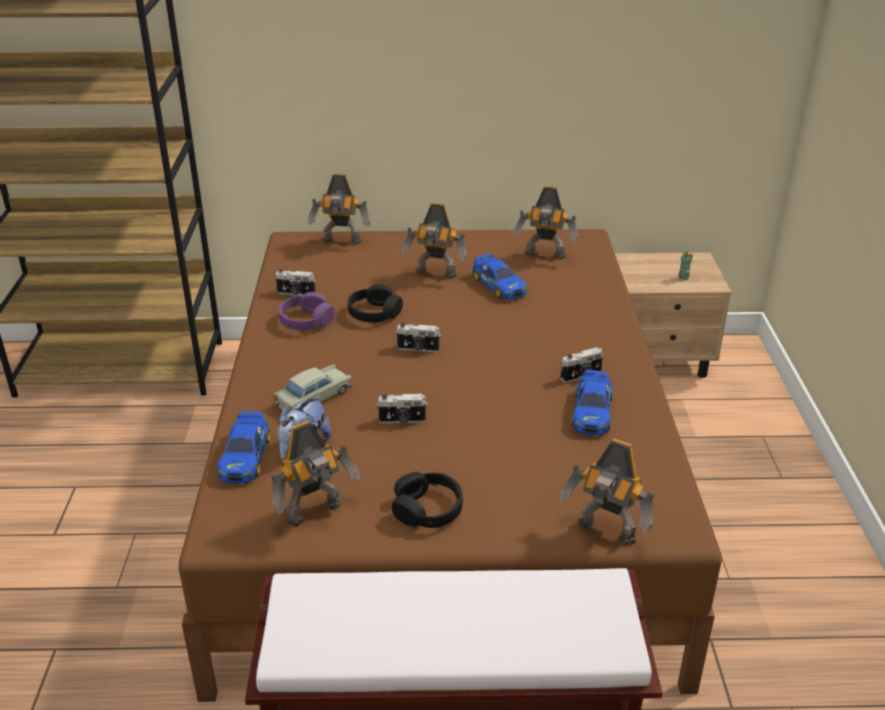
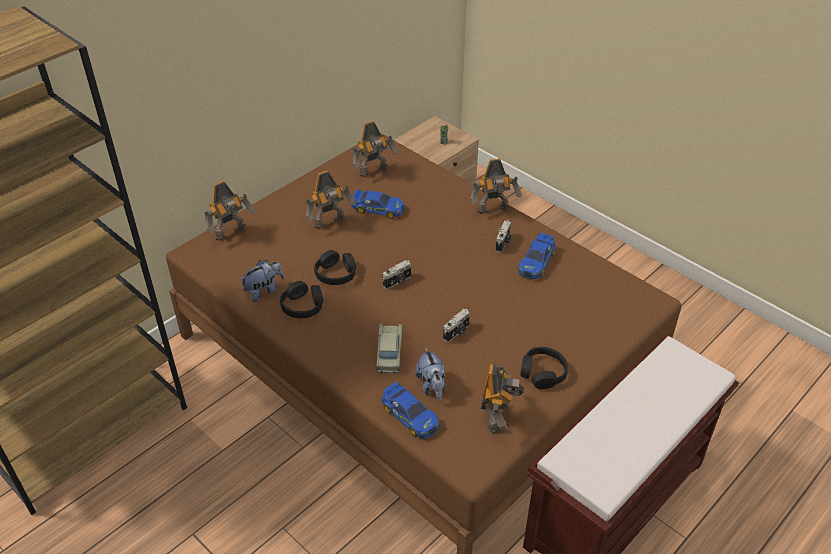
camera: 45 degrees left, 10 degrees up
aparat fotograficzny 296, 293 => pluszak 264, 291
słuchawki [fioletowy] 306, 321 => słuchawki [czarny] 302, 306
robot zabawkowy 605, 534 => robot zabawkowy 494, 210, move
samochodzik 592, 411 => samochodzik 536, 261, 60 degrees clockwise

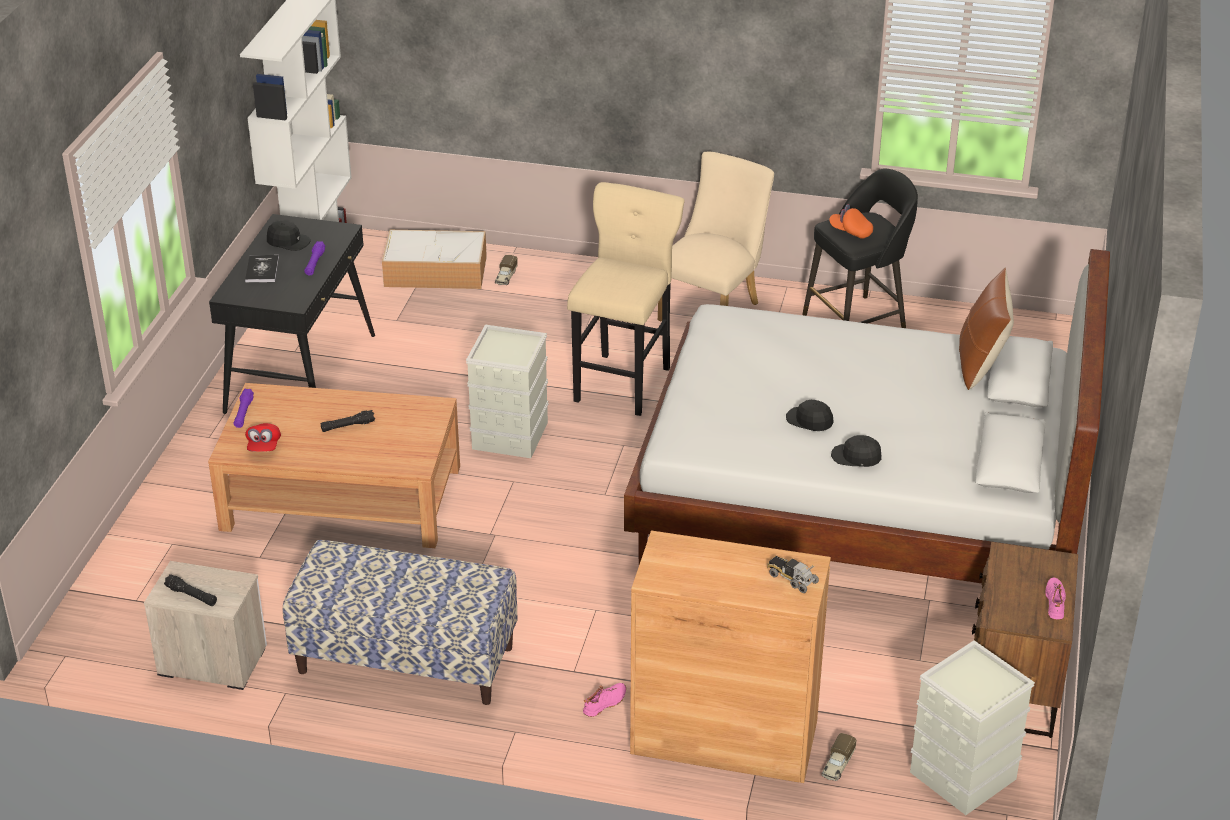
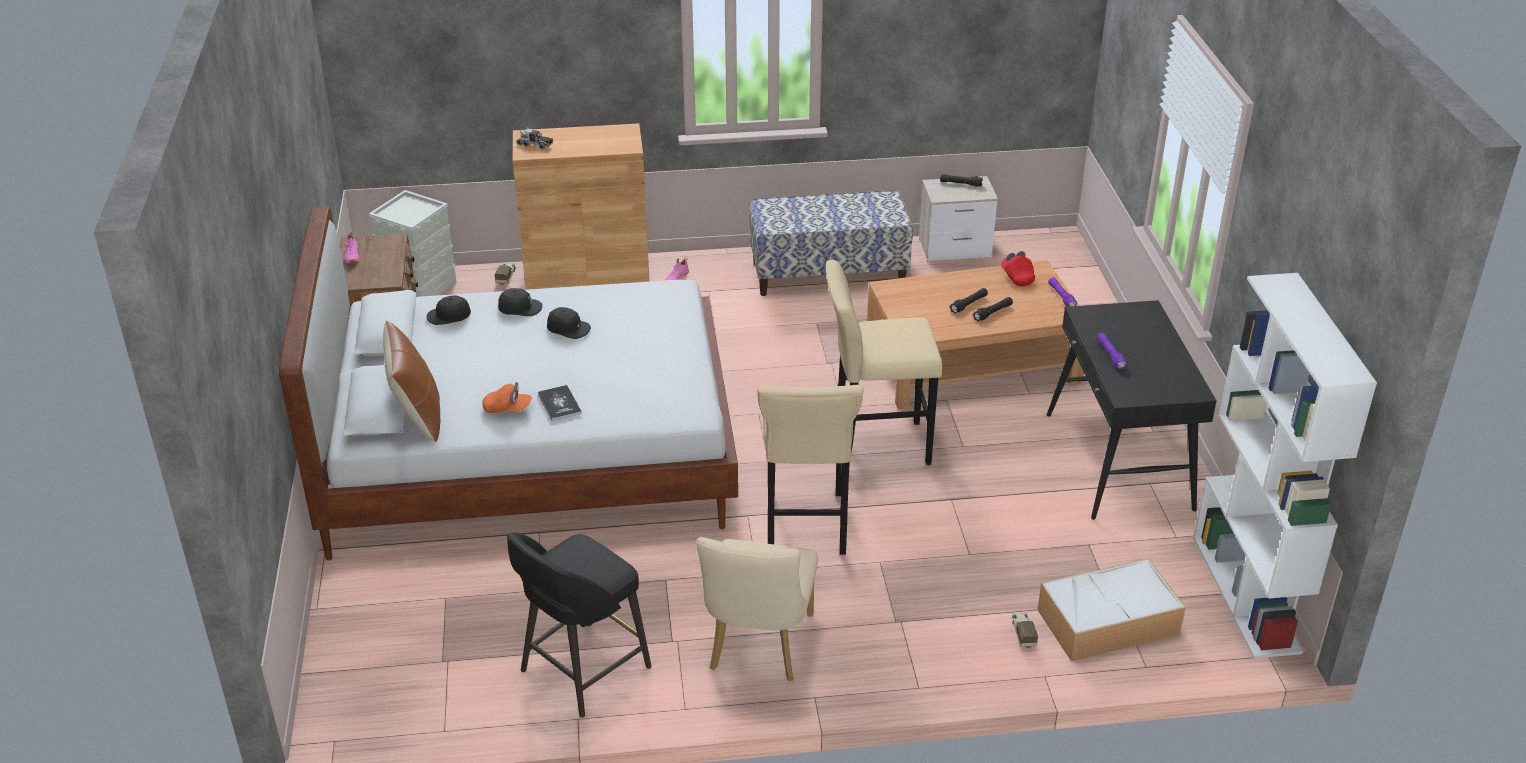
camera: 160 degrees right, 0 degrees up
czapka z daszkiem [czarny] 288, 241 => czapka z daszkiem [czarny] 449, 316, move
czapka z daszkiem [pomarańczowy] 850, 231 => czapka z daszkiem [pomarańczowy] 507, 409, move
książka 262, 270 => książka 559, 404, move
pojemnik do przechowywania [szary] 510, 436 => stołek [beżowy] 875, 446
nothing => latarka [czarny] 992, 313

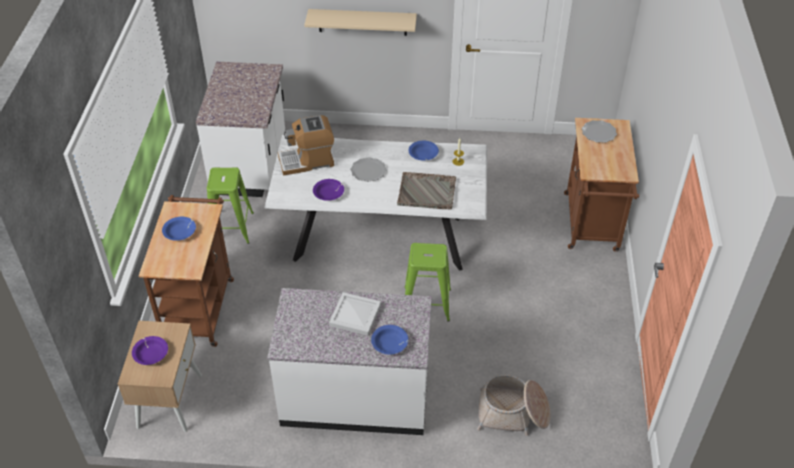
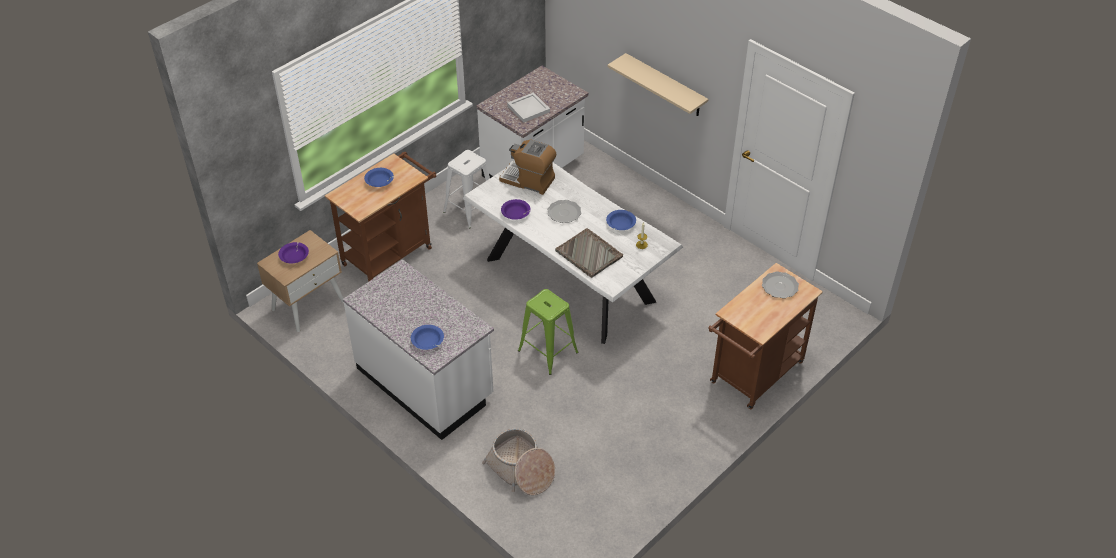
camera: 40 degrees right, 0 degrees up
stołek [zielony] 231, 228 => stołek [biały] 469, 210
taca [biały] 355, 314 => taca [biały] 528, 108, move

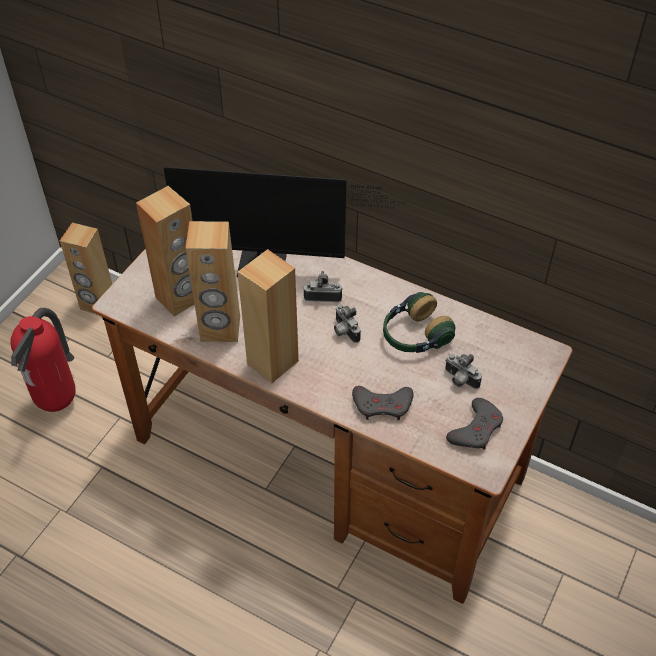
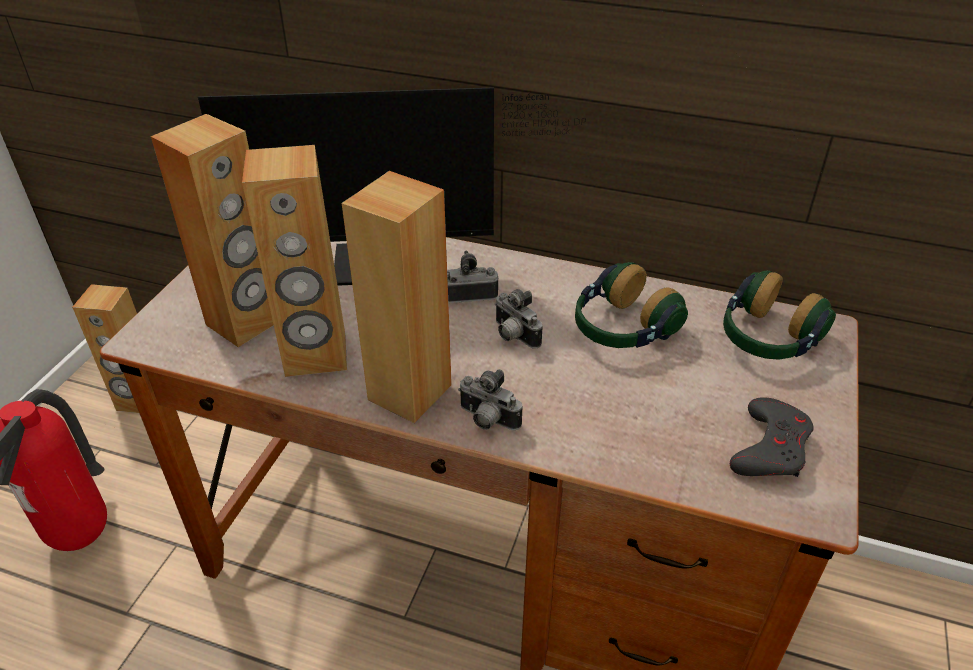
camera: 10 degrees left, 10 degrees down
aparat fotograficzny 459, 380 => aparat fotograficzny 487, 420, move
nothing => słuchawki 767, 339
pad do gier [szary] 382, 405 => nothing

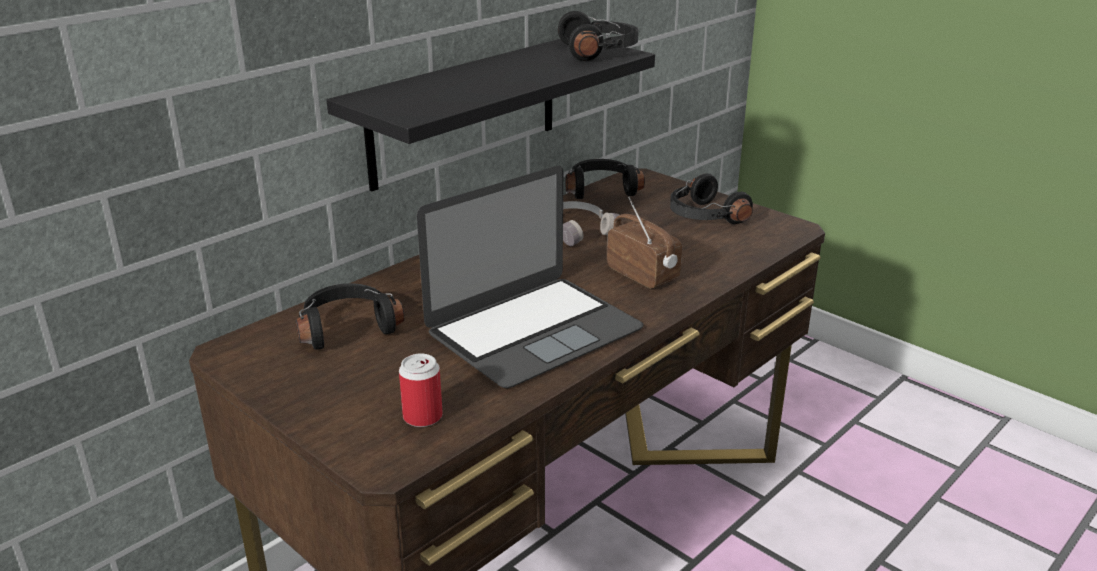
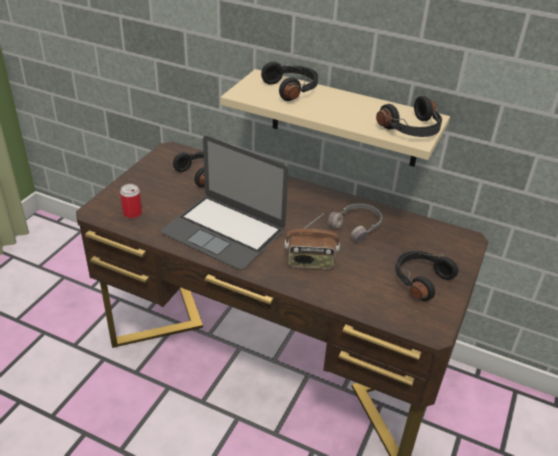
camera: 70 degrees right, 10 degrees up
półka [czarny] 465, 111 => półka [beżowy] 344, 119
słuchawki [czarny] 601, 189 => słuchawki [czarny] 292, 89, move
radio 643, 275 => radio 310, 262, 60 degrees clockwise

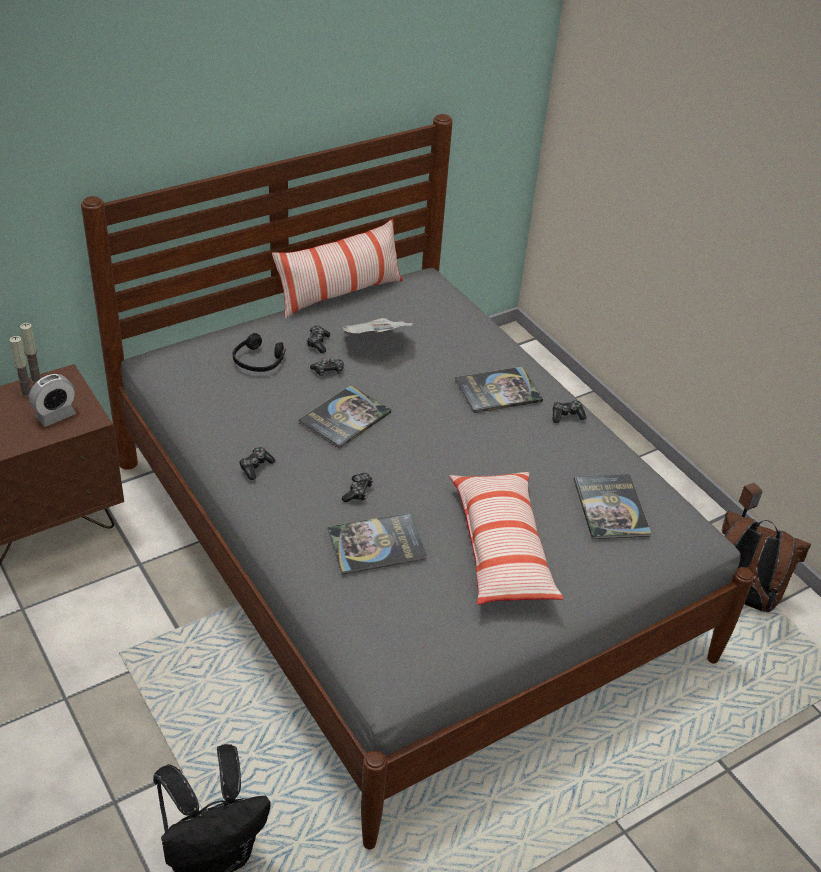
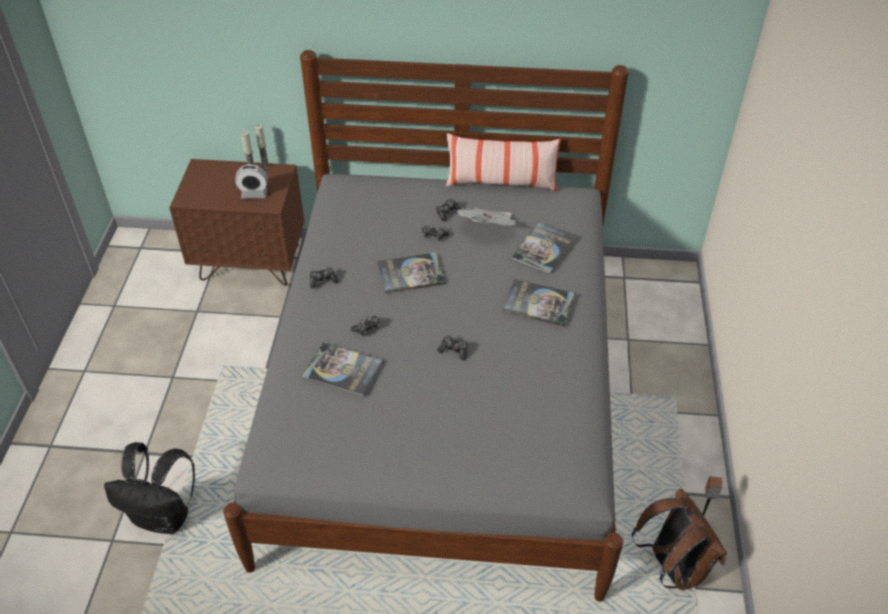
camera: 40 degrees right, 5 degrees up
pad do gier 566, 415 => pad do gier 454, 350, move
książka 611, 507 => książka 543, 248, move
słuchawki [czarny] 258, 361 => nothing
poduszka 501, 548 => nothing

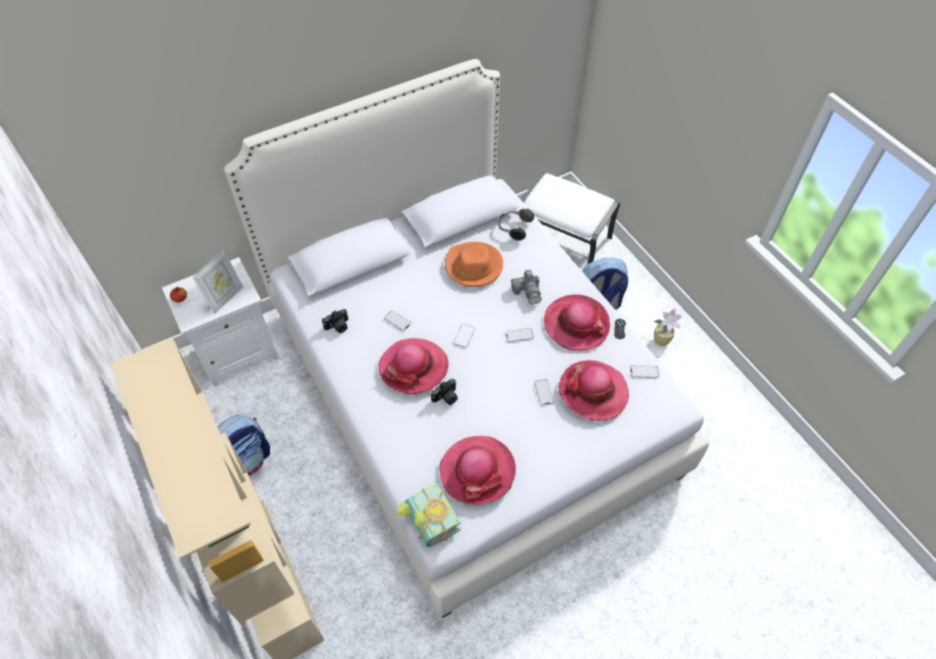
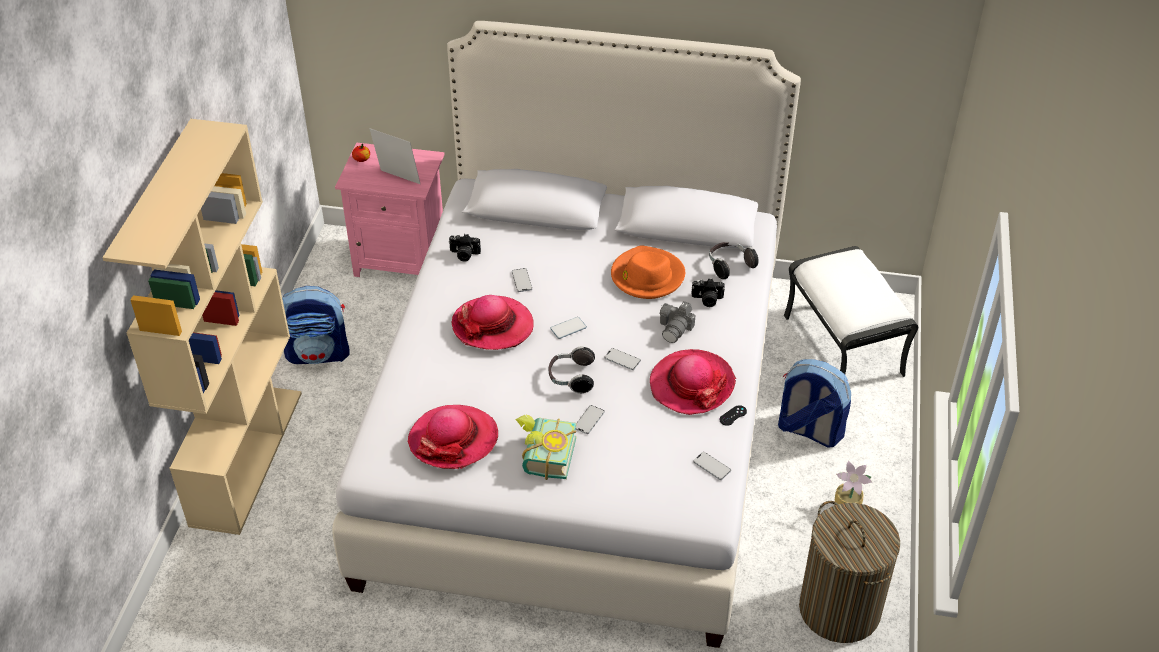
camera: 40 degrees right, 10 degrees down
szafka nocna [biały] 237, 352 => szafka nocna [różowy] 401, 259
ramka na zdjęcie 225, 298 => ramka na zdjęcie 397, 179, 135 degrees counterclockwise
książka 427, 523 => książka 543, 456, move
nothing => słuchawki 571, 378
aparat fotograficzny 446, 398 => aparat fotograficzny 707, 300, move
nothing => kosz na pranie 839, 609
kapelusz 593, 391 => nothing

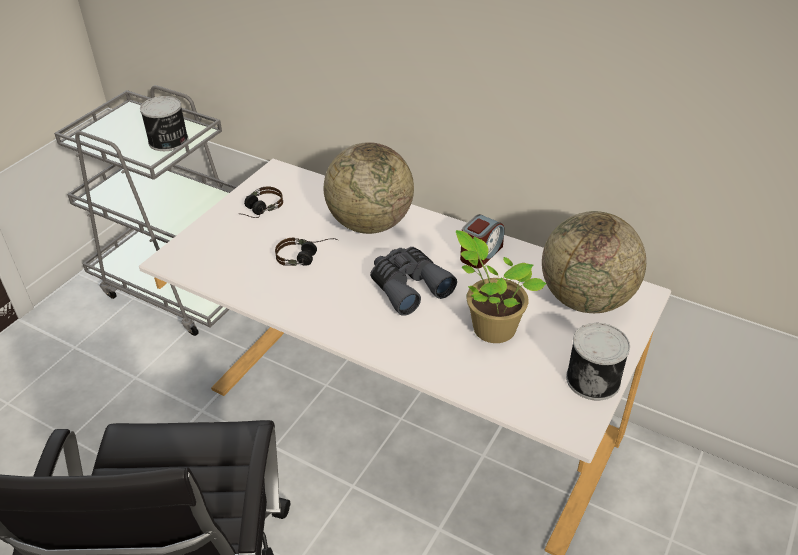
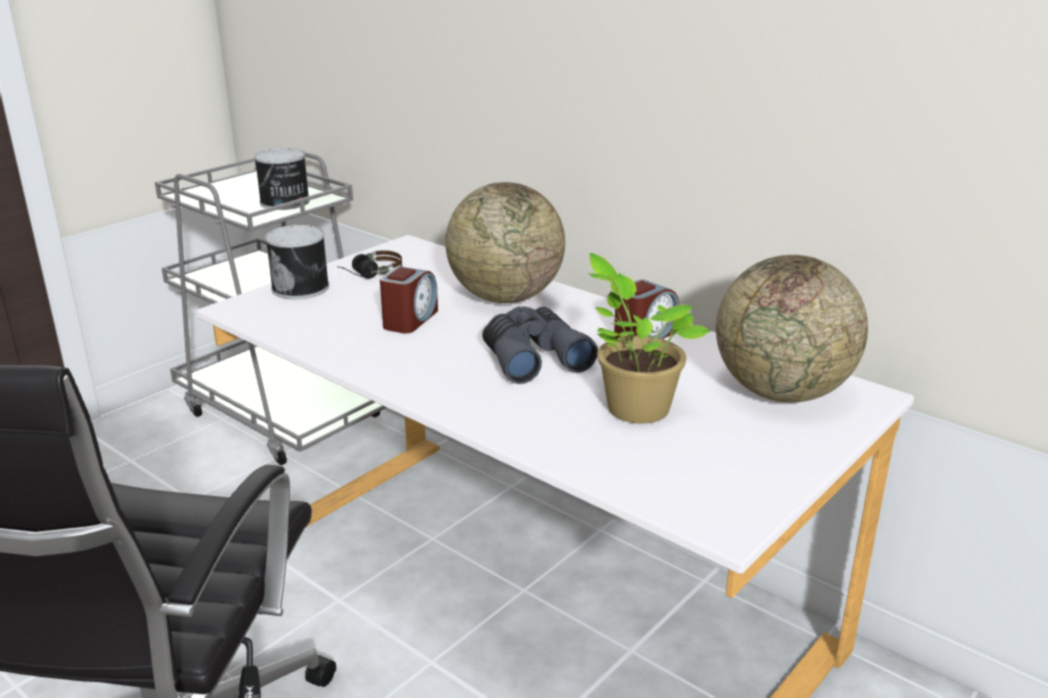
camera: 10 degrees right, 15 degrees down
puszka 593, 378 => puszka 302, 287, move
słuchawki 307, 257 => budzik 410, 320

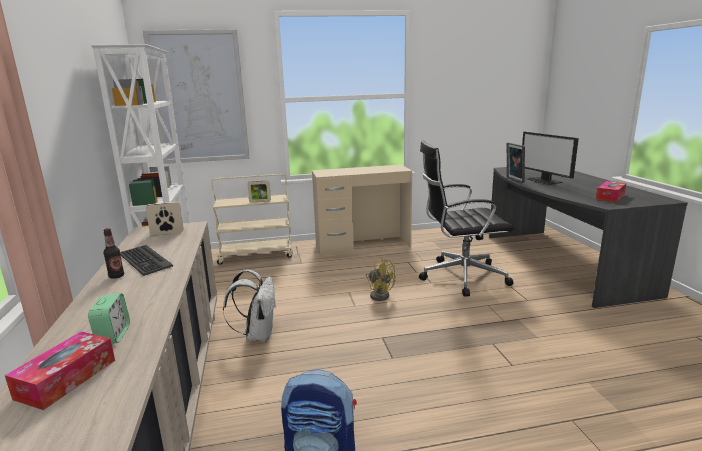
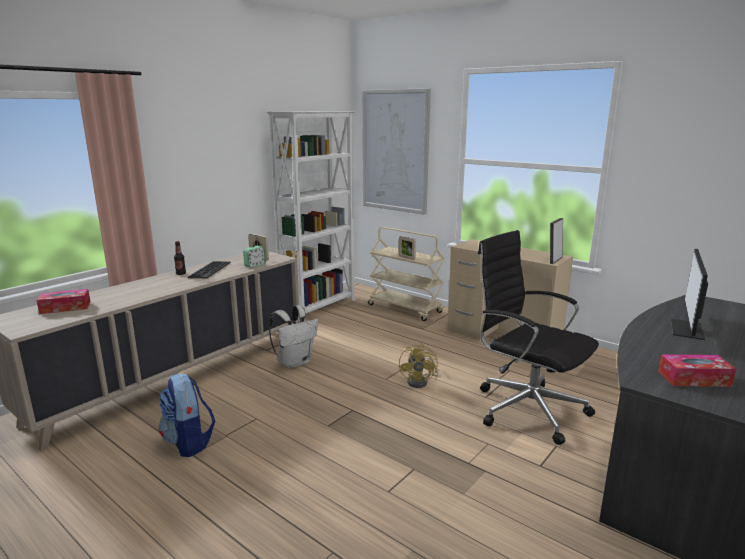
camera: 50 degrees right, 0 degrees up
budzik 113, 335 => budzik 255, 265, move
ramka na zdjęcie 513, 180 => ramka na zdjęcie 554, 260, move

